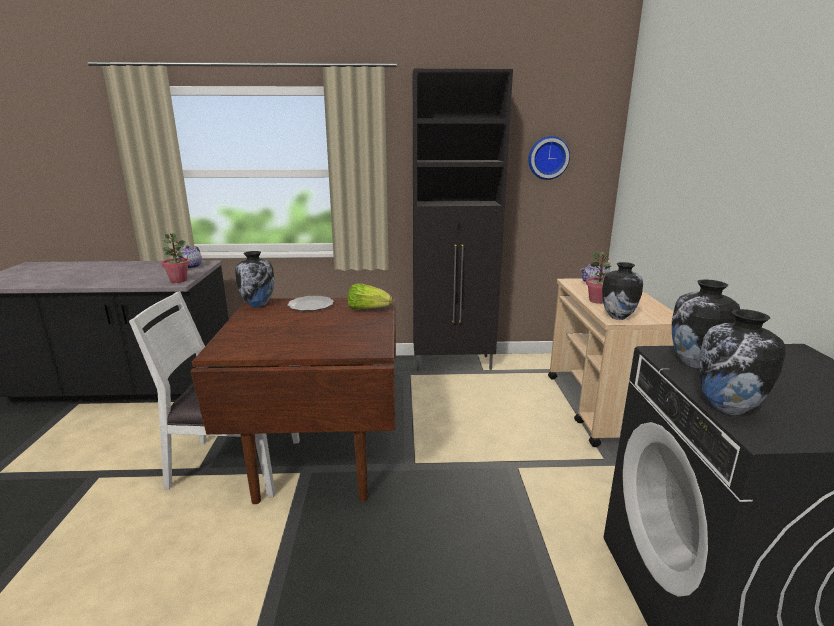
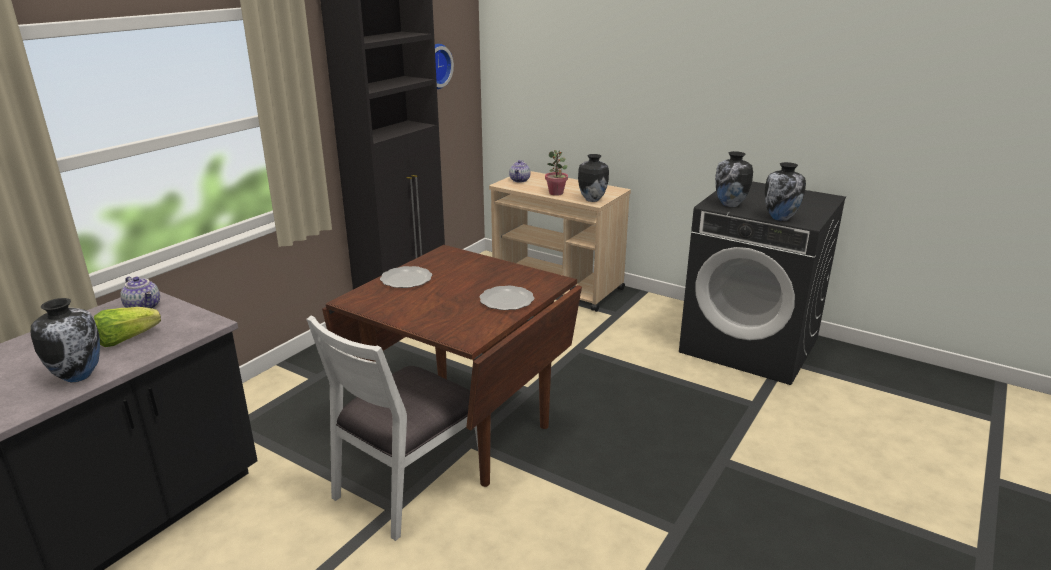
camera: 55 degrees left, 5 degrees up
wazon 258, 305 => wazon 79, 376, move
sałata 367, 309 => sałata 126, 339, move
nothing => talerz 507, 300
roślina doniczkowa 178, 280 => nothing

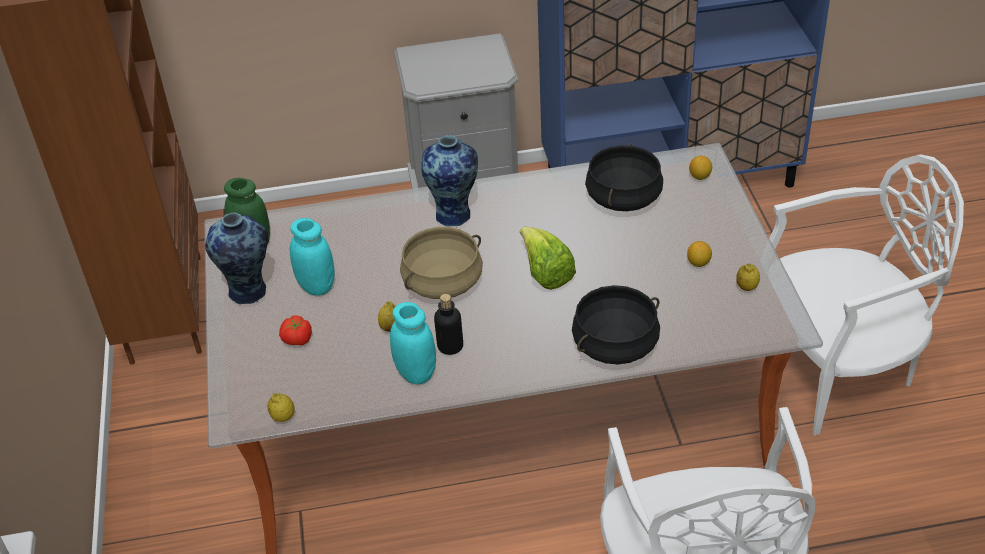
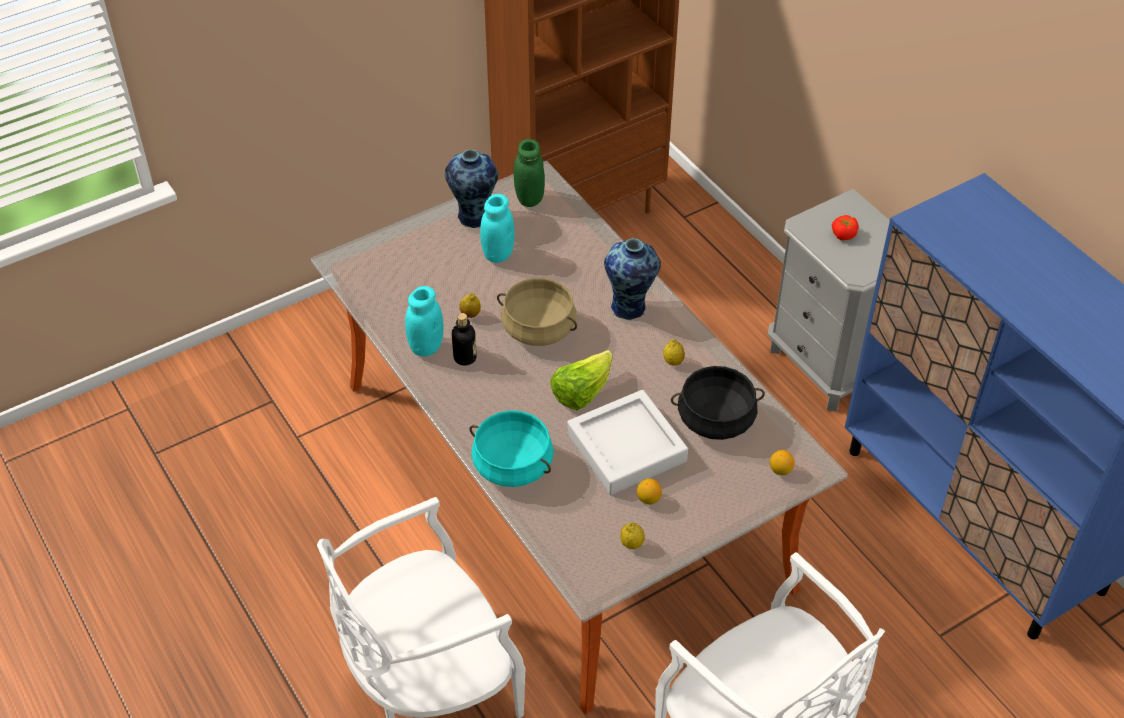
camera: 65 degrees right, 5 degrees up
garnek [czarny] 615, 345 => garnek [turkusowy] 512, 465
nothing => taca [szary] 626, 448
cytryna 283, 417 => cytryna 673, 361, move
pomidor 297, 339 => pomidor 843, 234, move

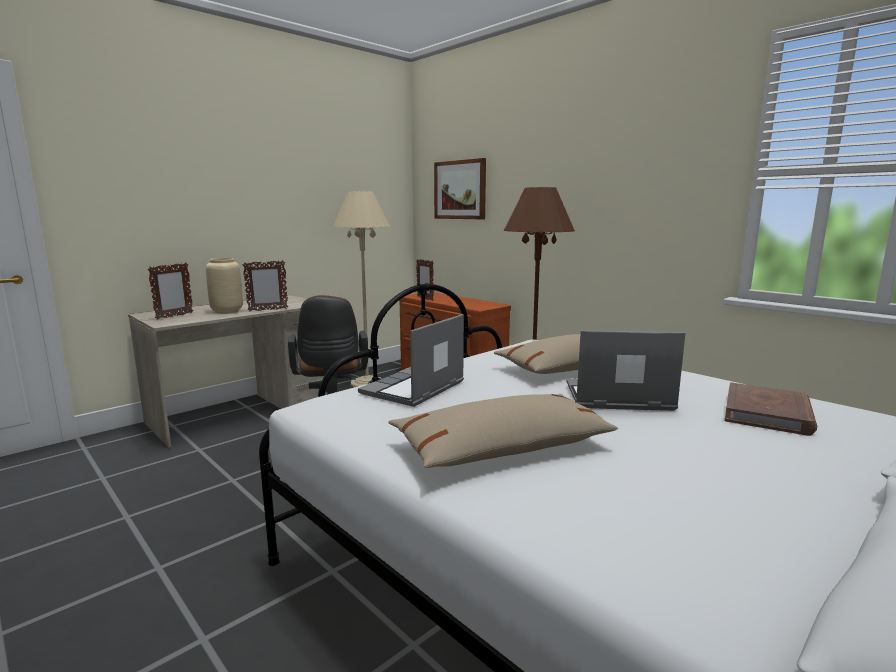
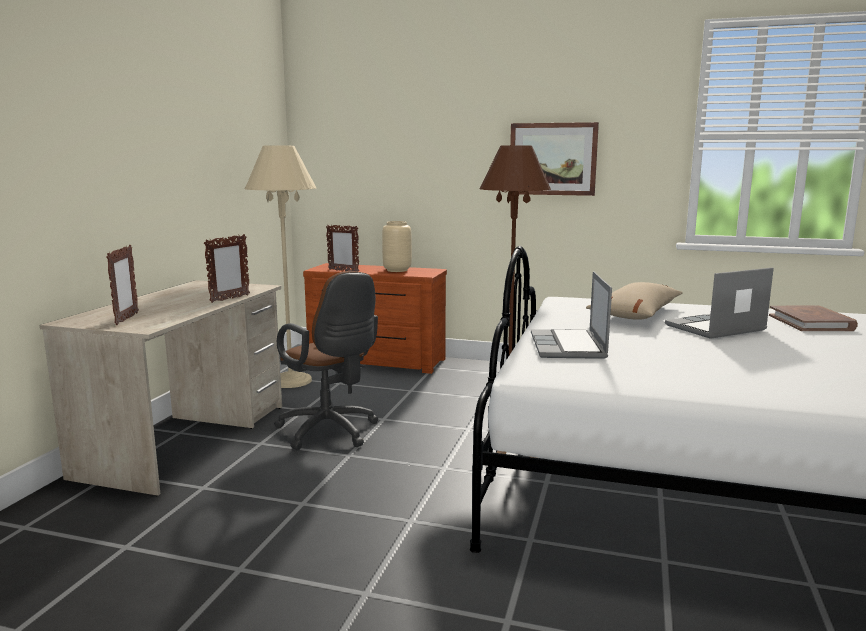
camera: 30 degrees left, 0 degrees up
wazon [beżowy] 226, 311 => wazon [beżowy] 396, 270, move
obraz 460, 190 => obraz 553, 159, move
poduszka [beżowy] 502, 448 => nothing

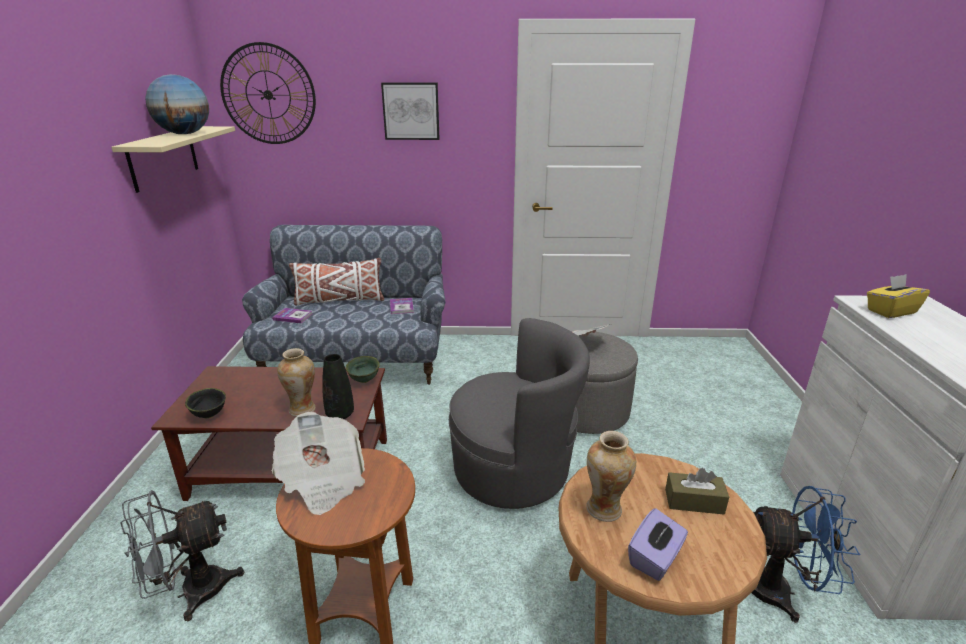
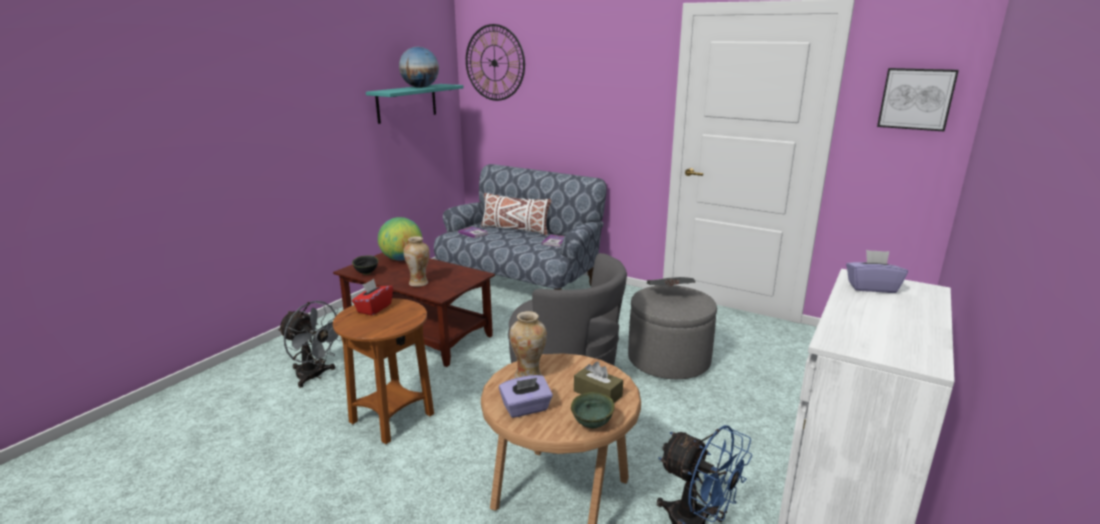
camera: 30 degrees right, 5 degrees down
wentylator [szary] 192, 592 => wentylator [szary] 315, 376, 150 degrees counterclockwise
gazeta 322, 480 => pudełko chusteczek [czerwony] 374, 308
półka [beżowy] 163, 157 => półka [turkusowy] 406, 103
nothing => globus 402, 259
miska [zielony] 365, 380 => miska [zielony] 593, 425, move
pudełko chusteczek [żółty] 890, 311 => pudełko chusteczek [fioletowy] 871, 287
obraz 411, 111 => obraz 916, 99, move
wazon [czarny] 340, 414 => nothing

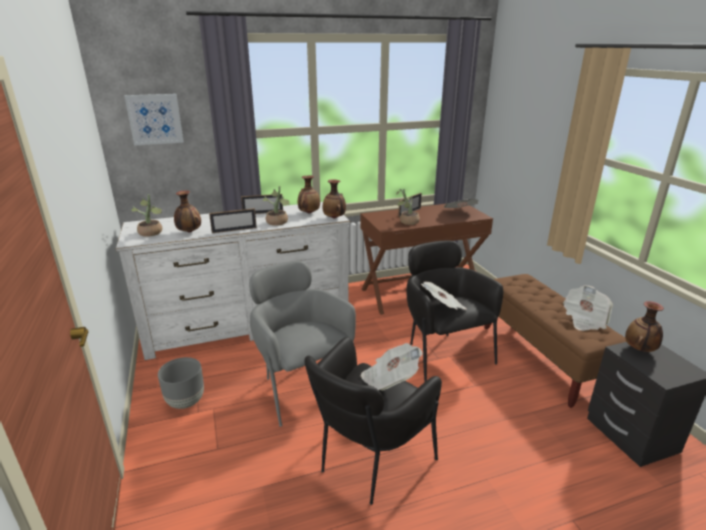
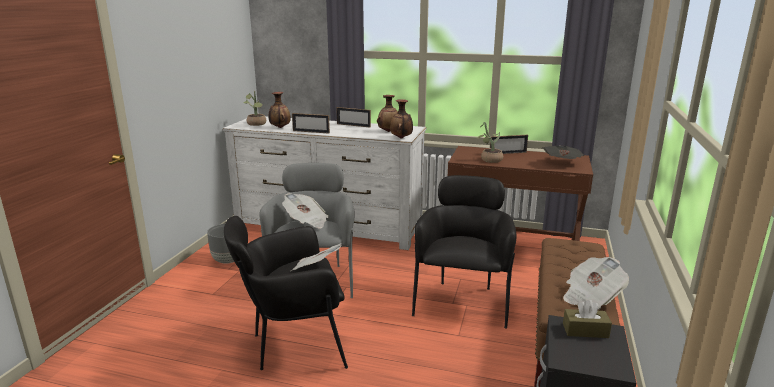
camera: 35 degrees right, 5 degrees down
gazeta 443, 306 => gazeta 306, 222, move
wazon 639, 350 => pudełko chusteczek [brązowy] 585, 330
obraz 155, 119 => nothing
roślina doniczkowa 278, 223 => nothing

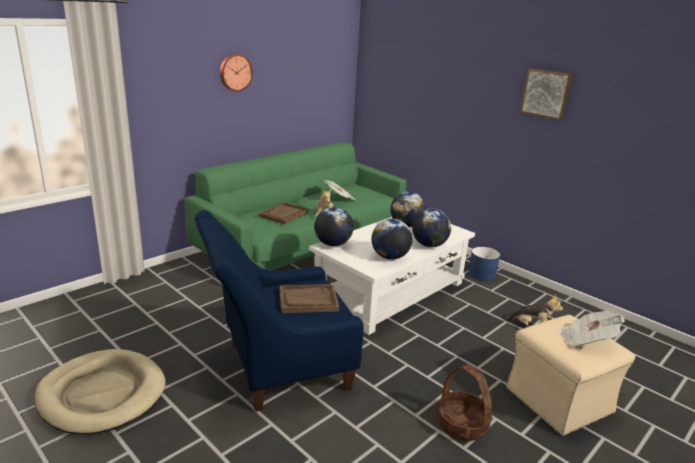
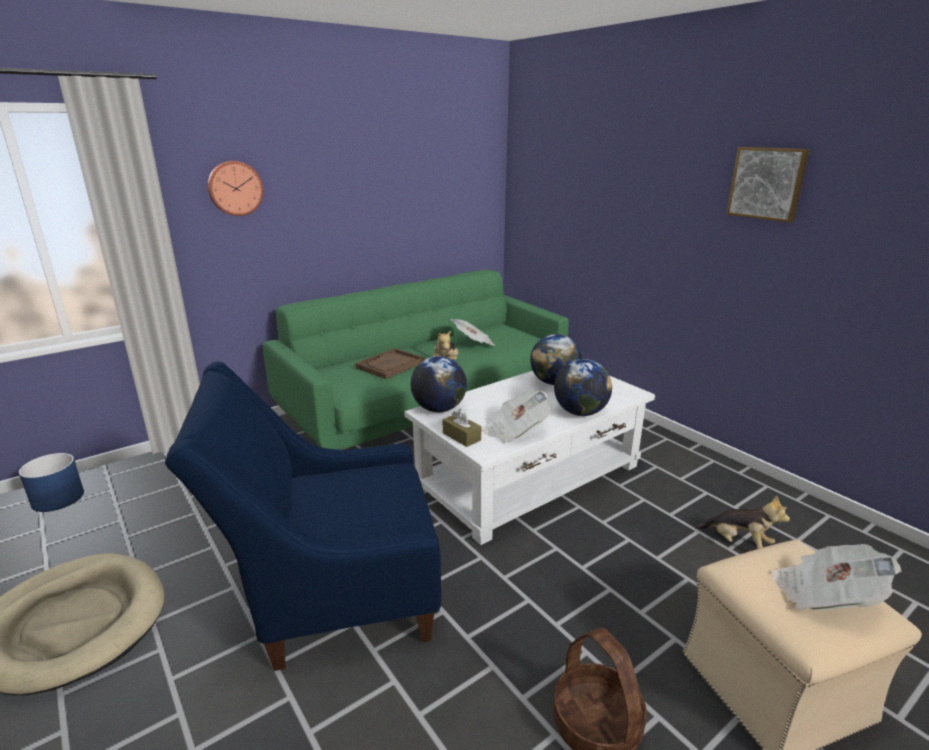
camera: 10 degrees right, 0 degrees up
donica [niebieski] 482, 274 => donica [niebieski] 58, 498, move
zegar ścienny 235, 72 => zegar ścienny 235, 188, move
nothing => pudełko chusteczek [brązowy] 461, 436
globus 390, 257 => gazeta 515, 431
taca [brązowy] 308, 300 => nothing

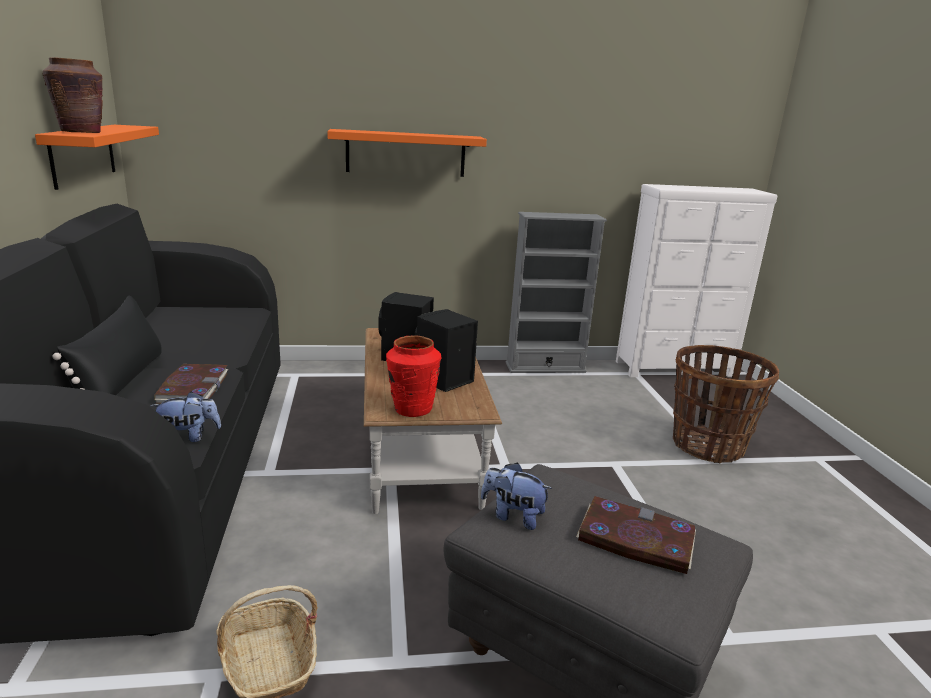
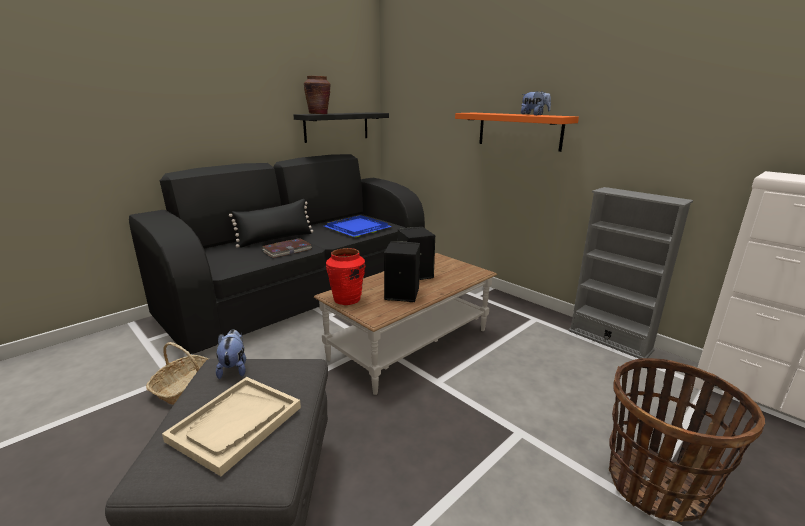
camera: 55 degrees right, 0 degrees up
książka 635, 539 => taca [beżowy] 236, 424
półka [pomarańczowy] 83, 154 => półka [czarny] 336, 126
nothing => taca [niebieski] 357, 228
pluszak 188, 437 => pluszak 534, 115, move

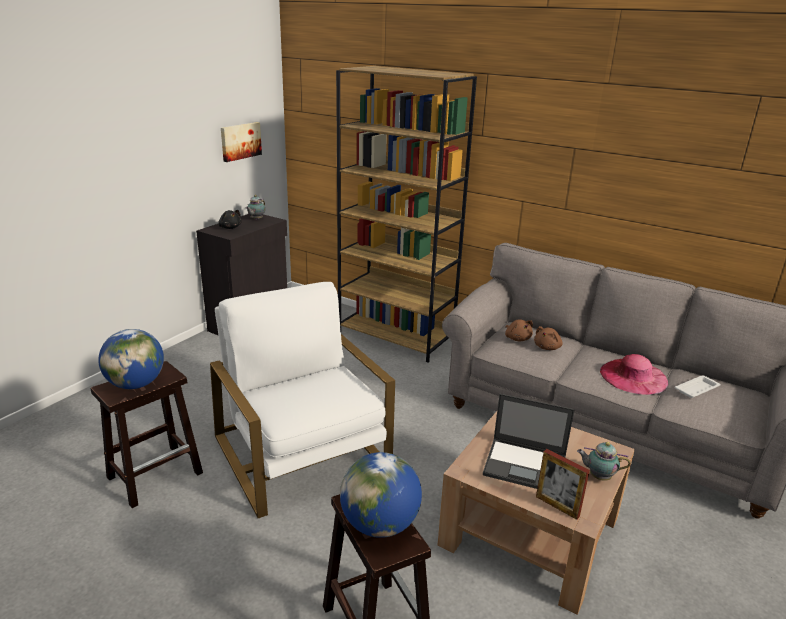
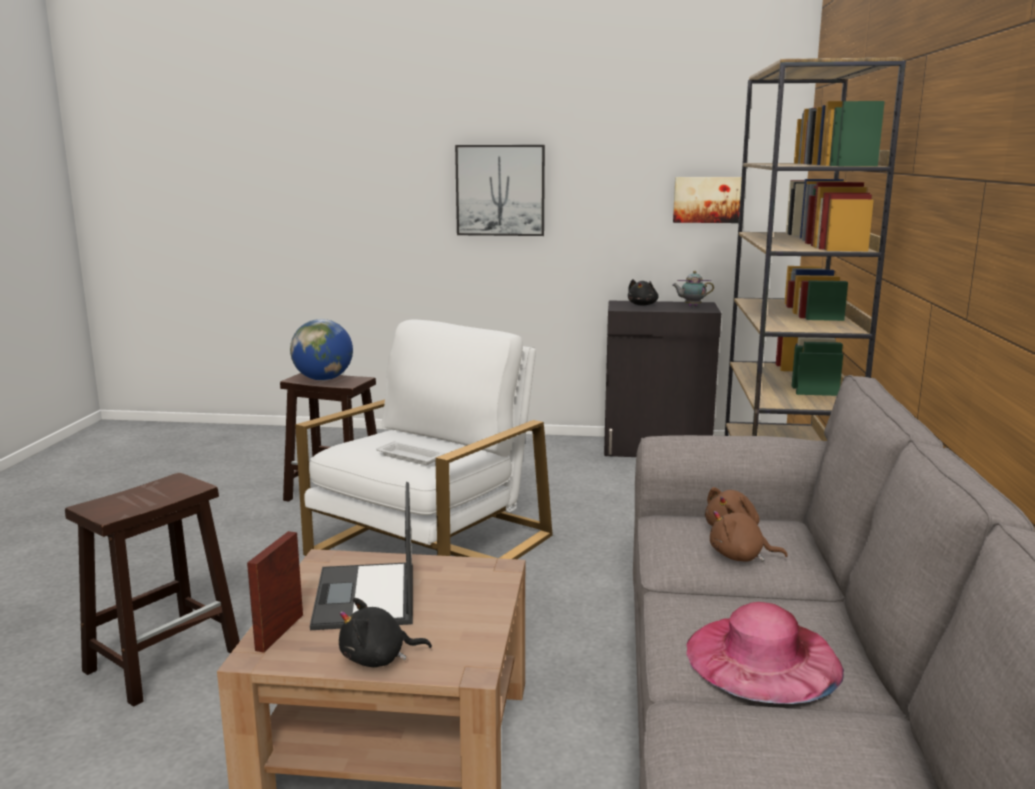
camera: 65 degrees right, 10 degrees down
imbryk 598, 476 => pluszak [czarny] 378, 659
taca [biały] 697, 389 => taca [biały] 411, 457, move
nothing => obraz 500, 190
globus 380, 524 => nothing

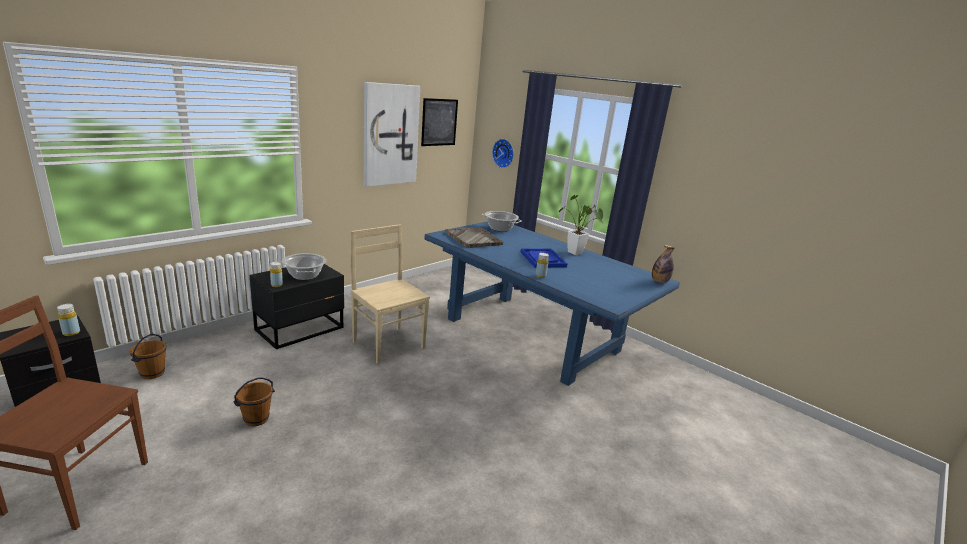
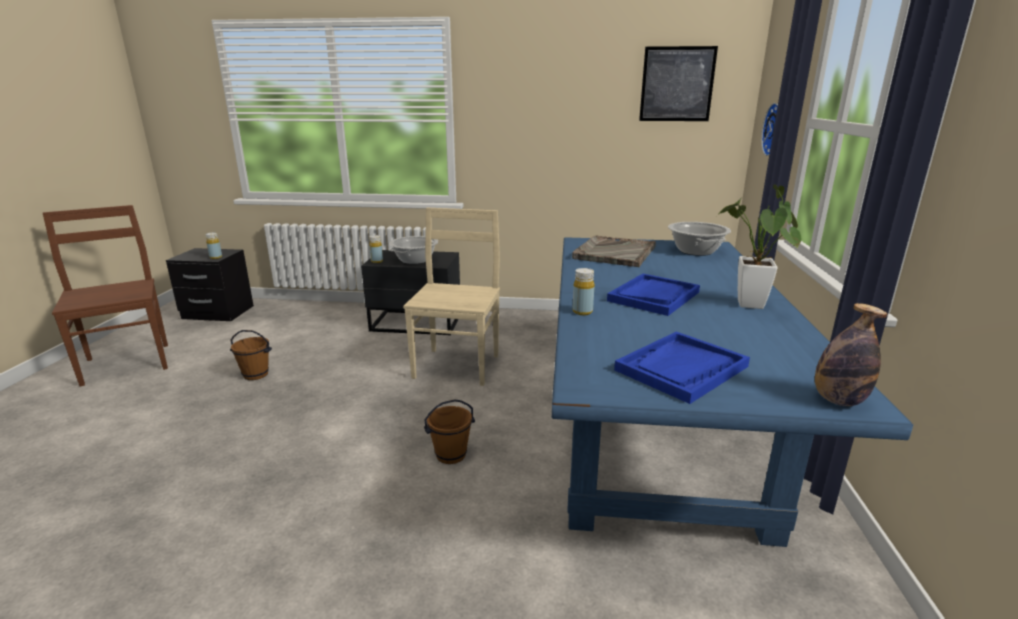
camera: 55 degrees right, 0 degrees up
wiadro [brązowy] 152, 373 => wiadro [brązowy] 451, 455, move
nothing => taca [niebieski] 681, 368
obraz 390, 135 => nothing

